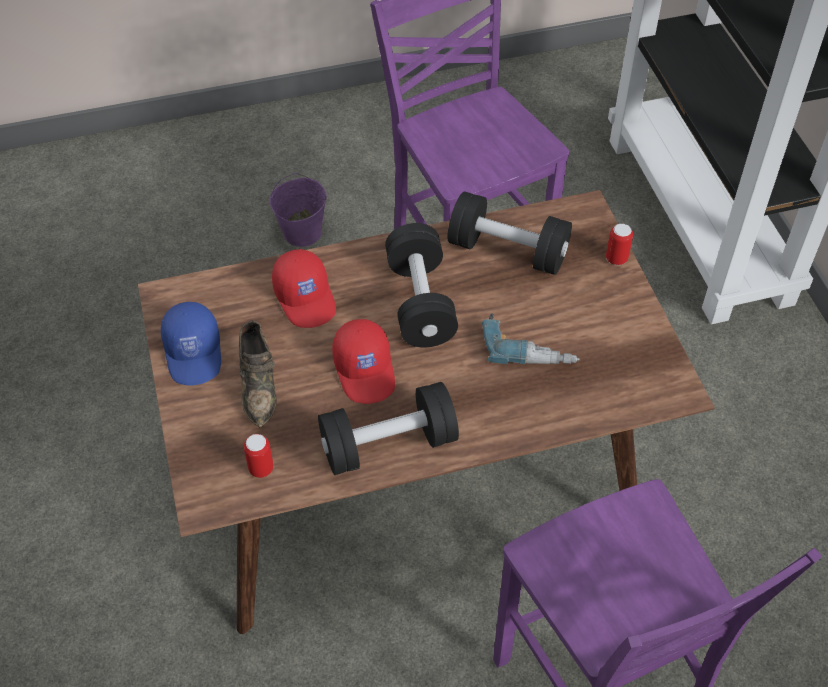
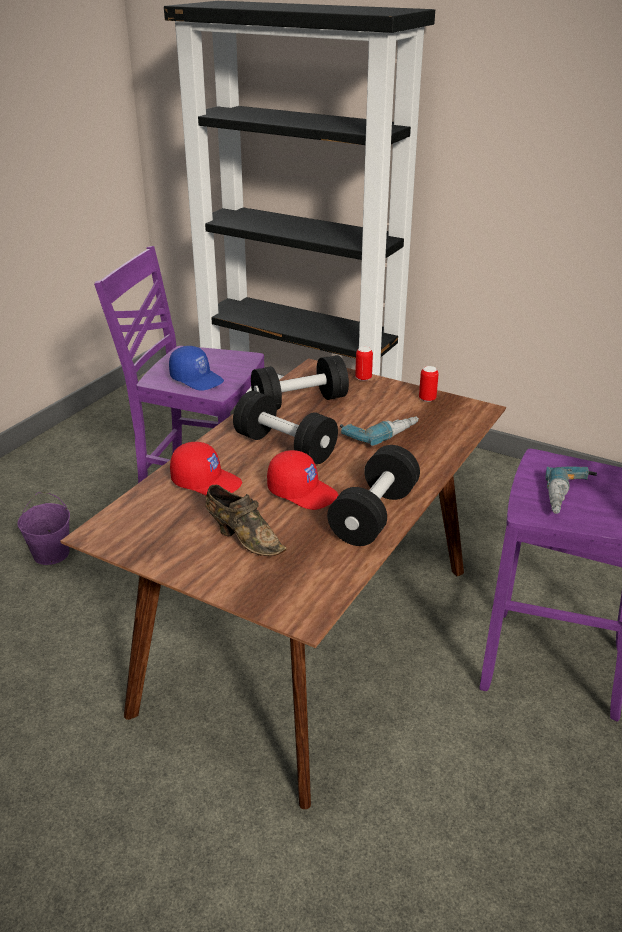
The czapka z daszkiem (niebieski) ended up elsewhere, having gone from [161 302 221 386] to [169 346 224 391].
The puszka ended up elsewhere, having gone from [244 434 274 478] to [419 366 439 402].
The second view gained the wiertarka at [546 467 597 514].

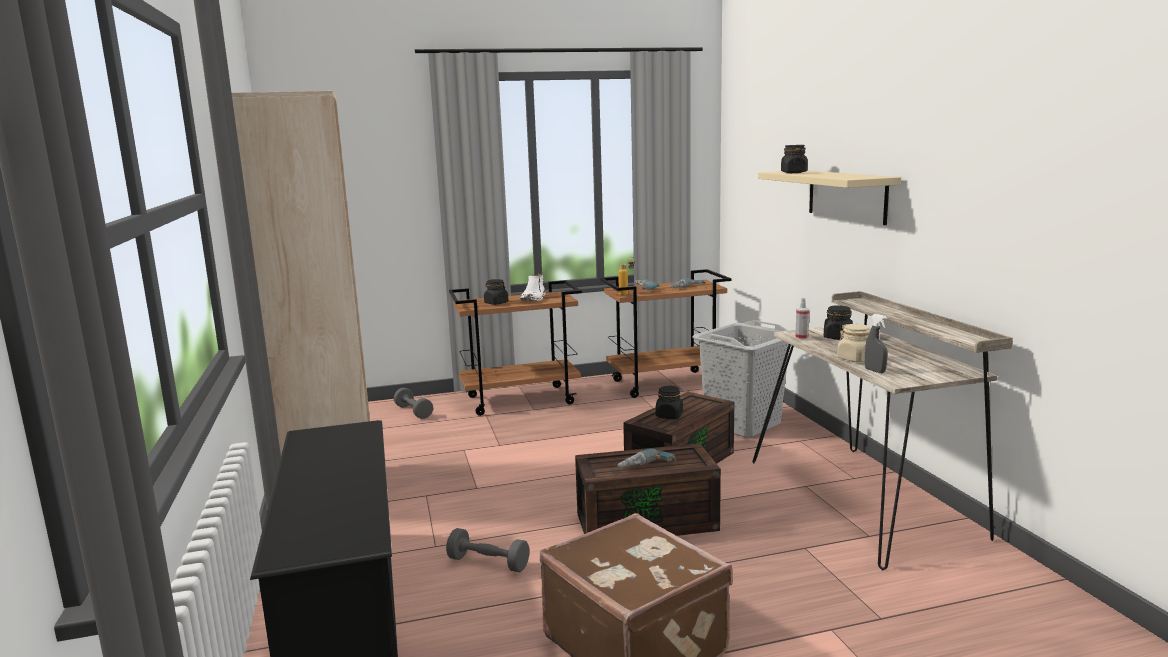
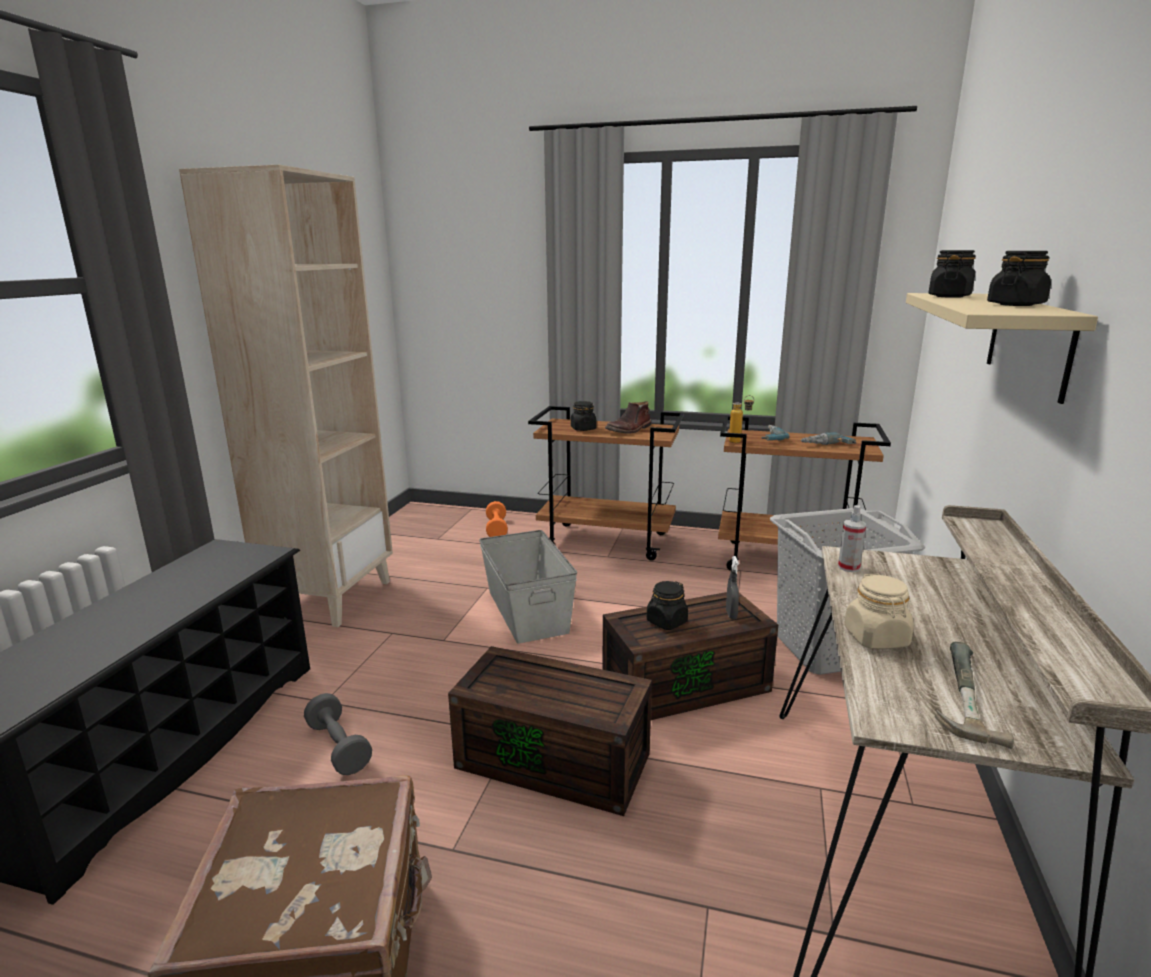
The second view gained the pojemnik do przechowywania (szary) at [479 530 577 644].
What was the hantel (szary) at [394 388 433 419] turned into the hantel (pomarańczowy) at [486 501 508 537].
What was the but z cholewką (biały) at [520 274 546 301] turned into the but z cholewką (brązowy) at [605 401 652 434].
The spryskiwacz (szary) ended up elsewhere, having gone from [865 314 888 373] to [726 556 739 619].
The second view gained the młotek at [935 642 1014 749].
The słoik (czarny) ended up elsewhere, having gone from [824 306 853 340] to [987 251 1051 306].
The second view lost the wiertarka at [617 448 677 468].

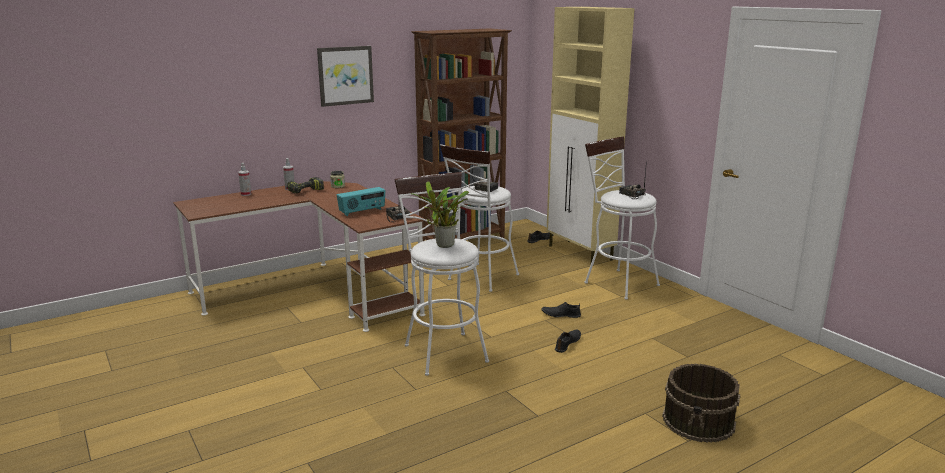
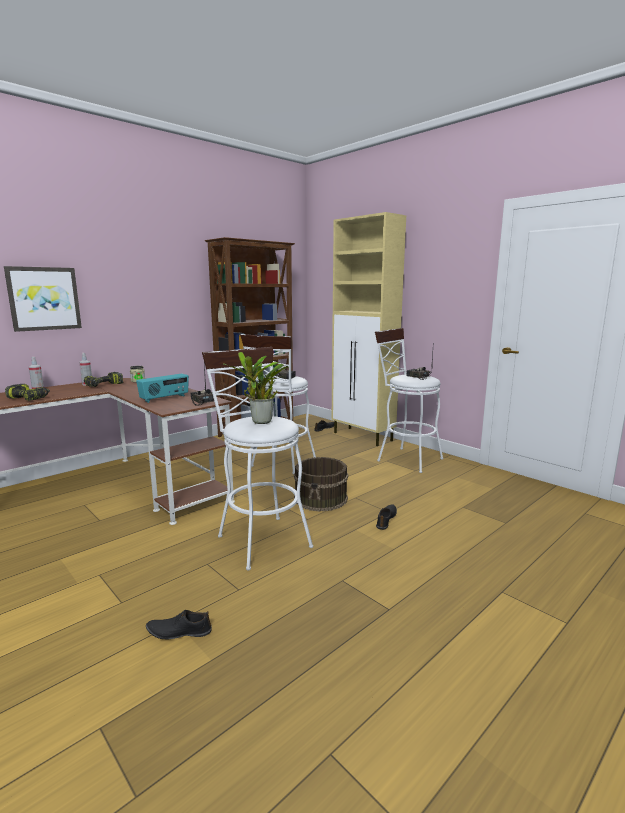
The obraz ended up elsewhere, having gone from [317 46 374 107] to [4 266 82 332].
The second view gained the wiertarka at [5 384 50 401].
The but (czarny) ended up elsewhere, having gone from [541 302 581 318] to [146 610 212 640].
The wiadro (brązowy) ended up elsewhere, having gone from [662 364 740 443] to [294 457 348 512].

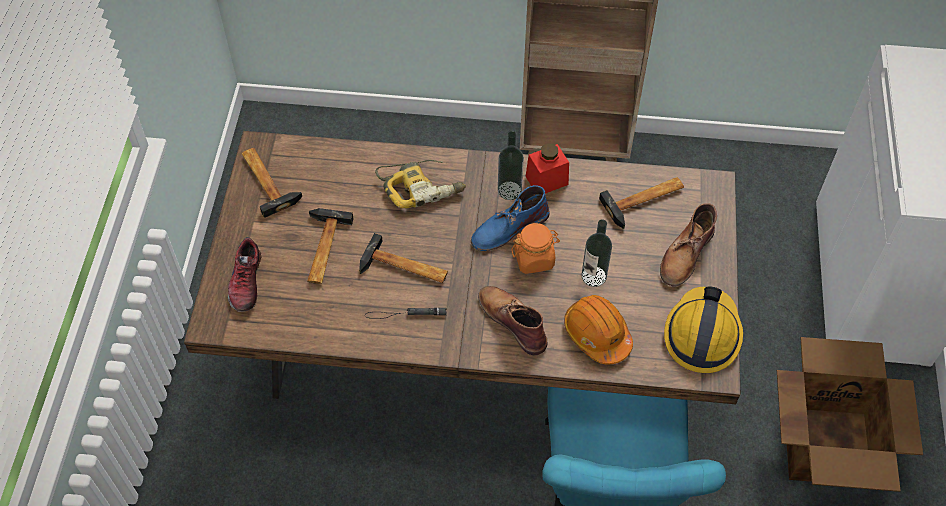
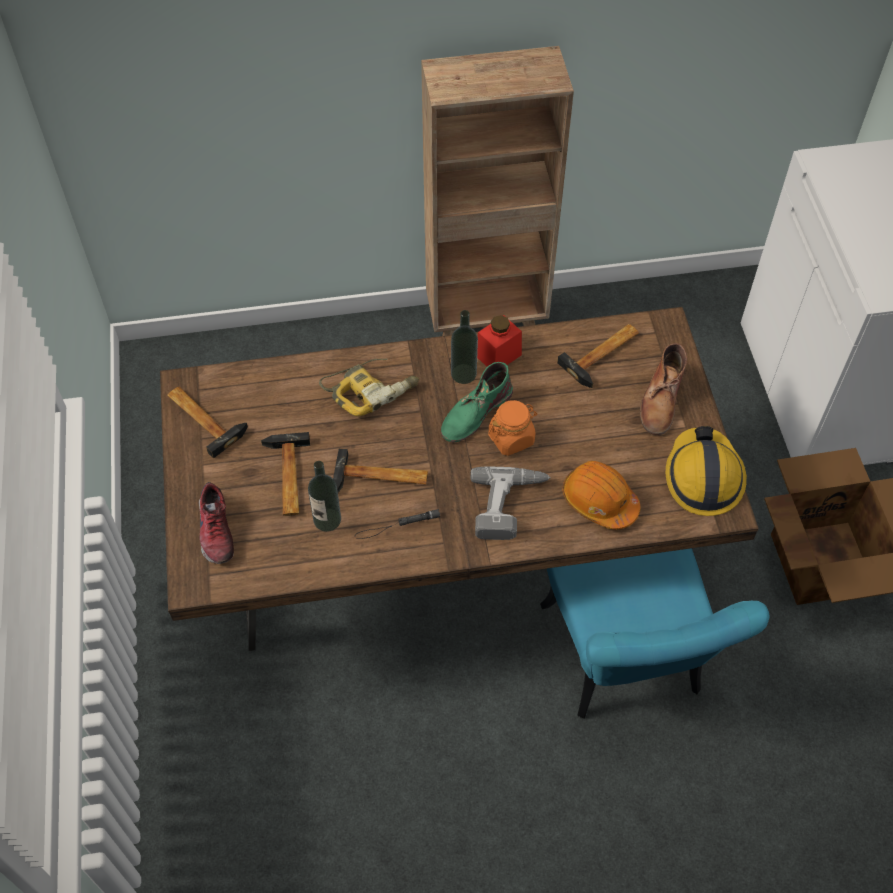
The butelka ended up elsewhere, having gone from [581 219 612 287] to [308 461 341 532].
What was the but z cholewką (niebieski) at [471 185 549 251] turned into the but z cholewką (zielony) at [441 362 513 442].
Where the but z cholewką (brązowy) stood at [478 286 547 355], the wiertarka came to stand at [470 466 550 540].

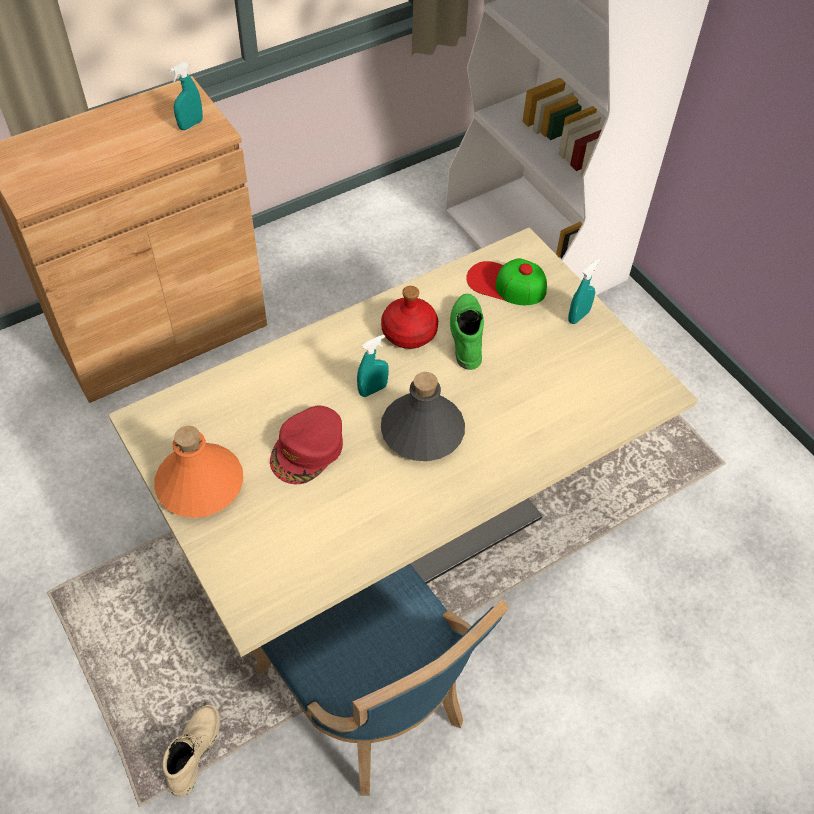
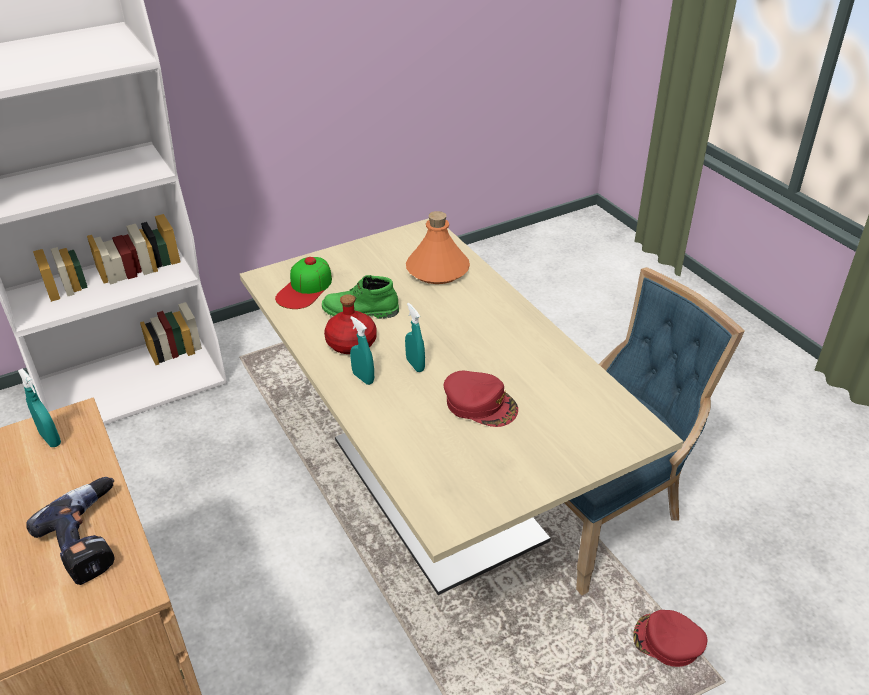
The second view gained the wiertarka at [26 477 115 585].
The spryskiwacz (turkusowy) ended up elsewhere, having gone from [568 259 600 324] to [350 316 374 385].
The butelka (pomarańczowy) ended up elsewhere, having gone from [154 426 243 518] to [406 211 470 284].
Where the but z cholewką (beżowy) stood at [162 705 220 797], the czapka z daszkiem (czerwony) came to stand at [633 610 707 667].
The second view lost the butelka (szary) at [381 372 465 461].

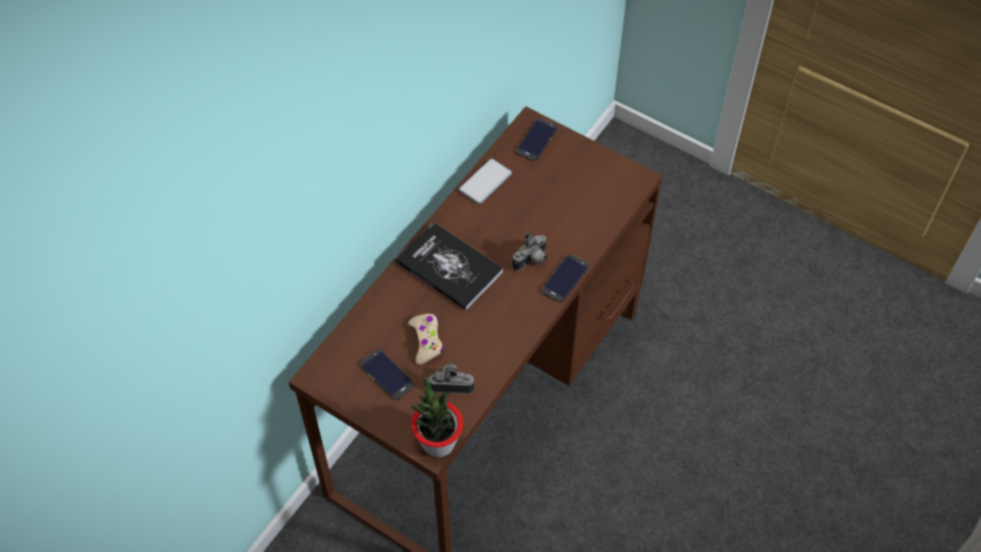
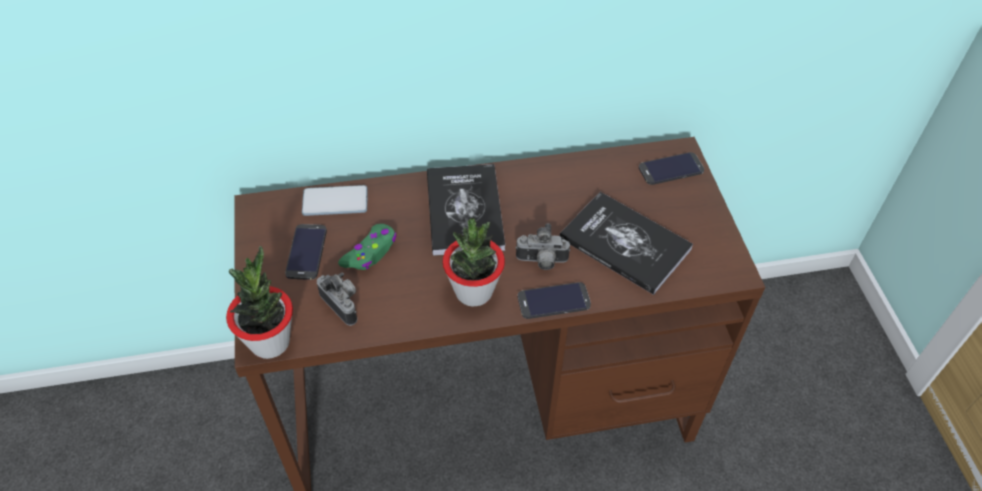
The telefon ended up elsewhere, having gone from [459 159 512 204] to [302 185 368 216].
What was the pad do gier (beżowy) at [408 314 443 365] turned into the pad do gier (zielony) at [338 224 397 270].
The second view gained the roślina doniczkowa at [442 218 505 307].
The second view gained the książka at [559 192 693 295].

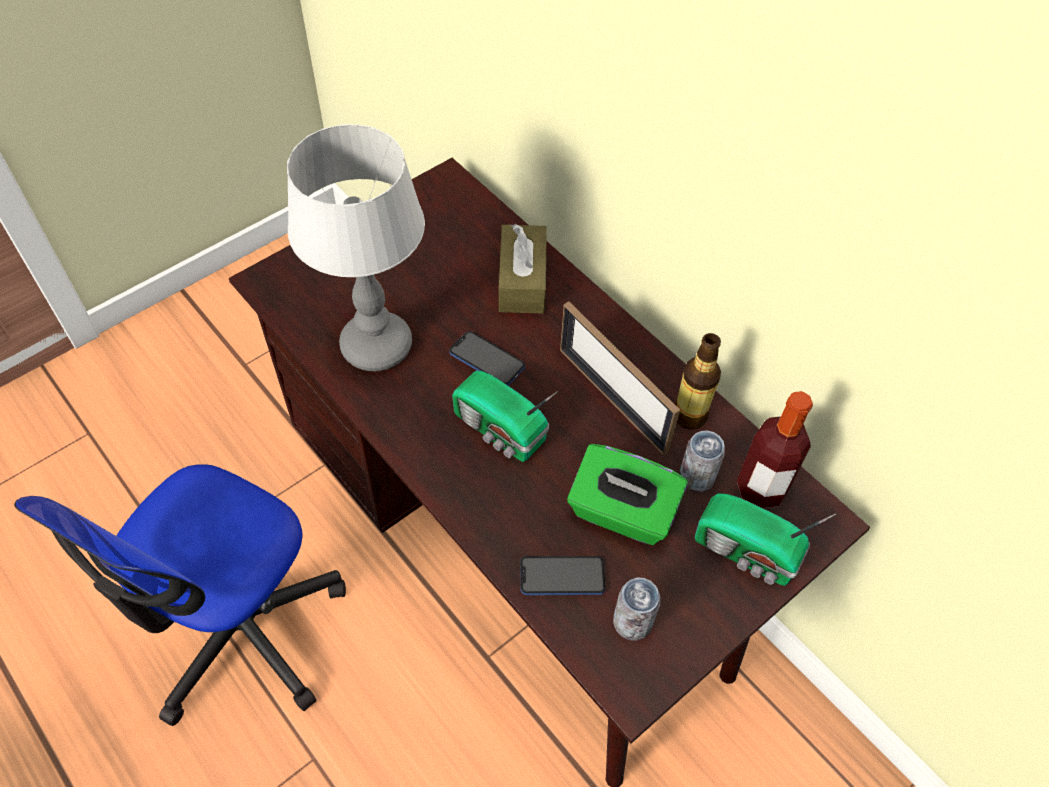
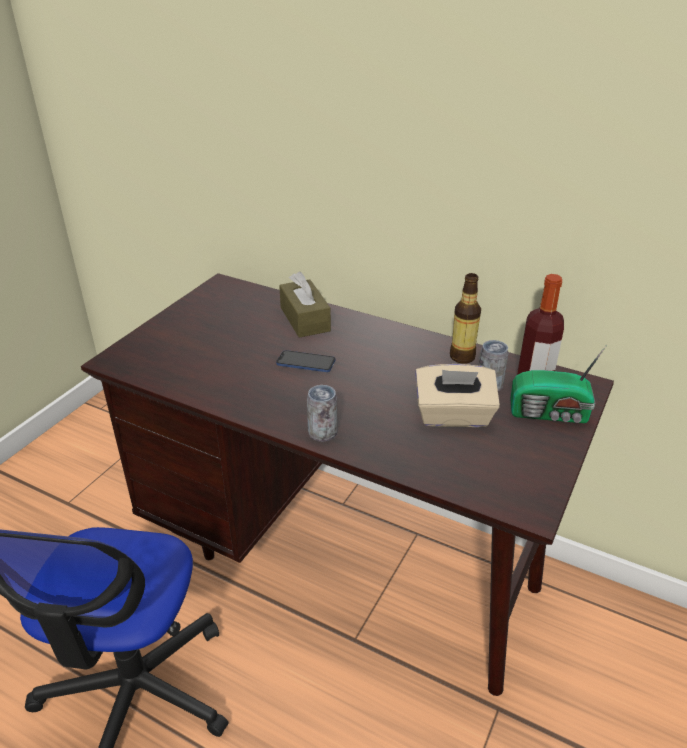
The puszka ended up elsewhere, having gone from [613 578 660 641] to [307 385 337 442].
What was the pudełko chusteczek (zielony) at [567 444 688 545] turned into the pudełko chusteczek (beżowy) at [415 364 500 427].
The second view lost the lampa stołowa at [287 124 425 371].
The second view lost the radio at [452 371 558 462].
The second view lost the telefon at [520 556 606 595].
The second view lost the ramka na zdjęcie at [560 301 680 455].

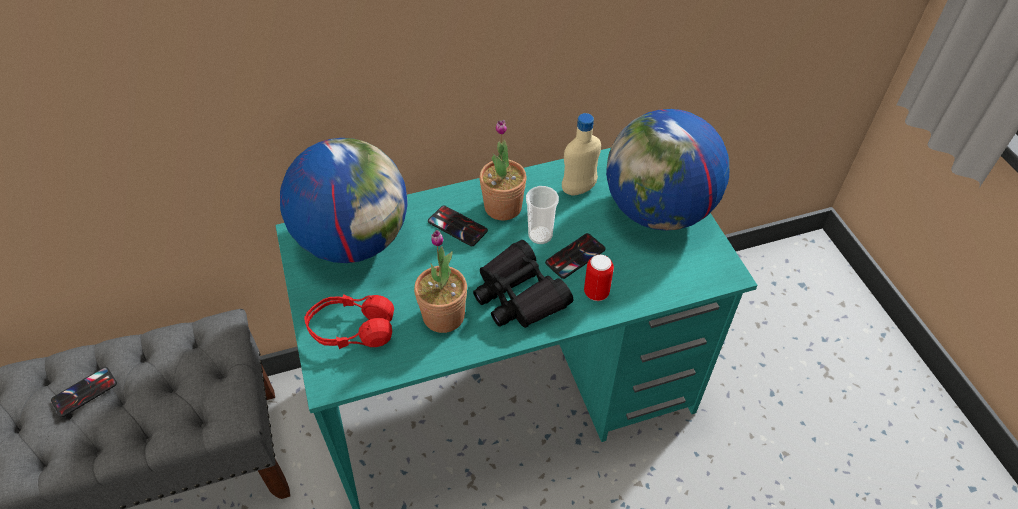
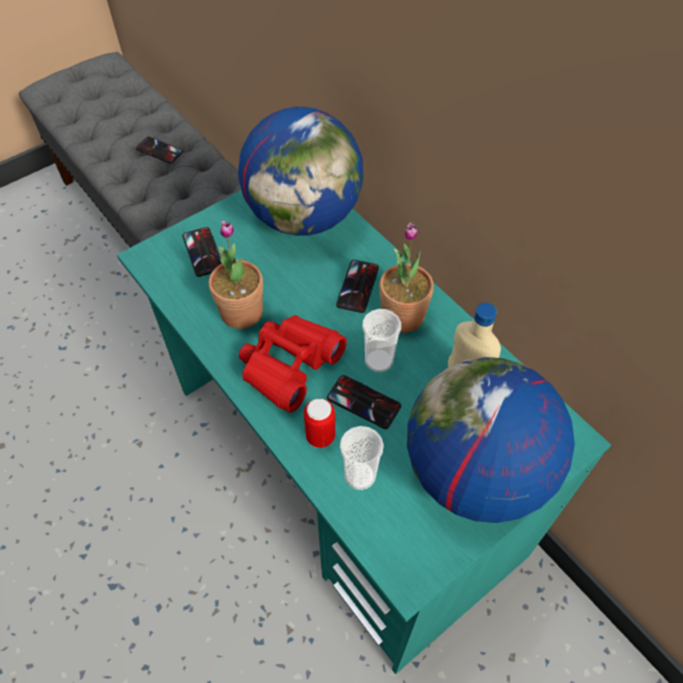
Where the słuchawki (czerwony) stood at [304 294 394 350], the telefon came to stand at [182 227 222 277].
What was the lornetka (czarny) at [473 240 573 328] turned into the lornetka (czerwony) at [239 315 347 413].
The second view gained the filiżanka at [340 426 384 490].

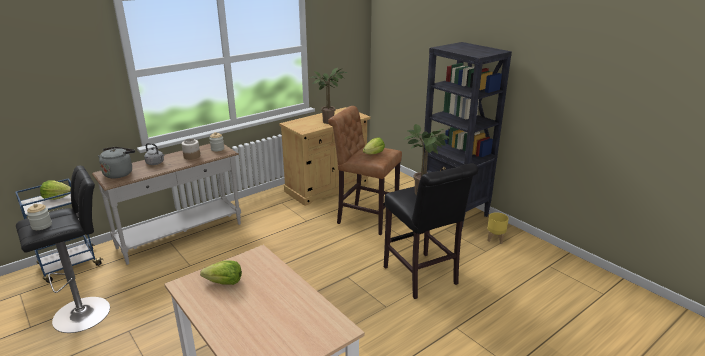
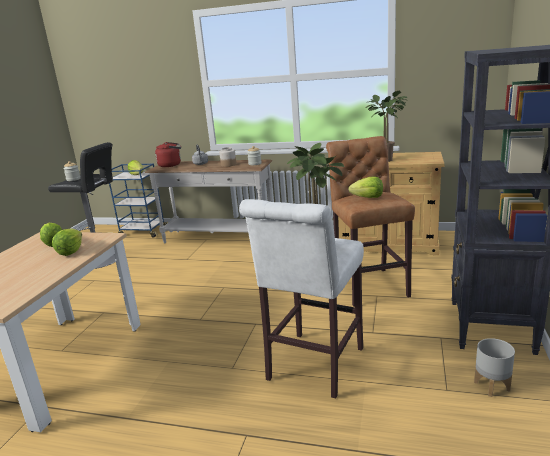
The second view gained the sałata at [52 228 82 256].
What was the czajnik (szary) at [98 147 135 179] turned into the czajnik (czerwony) at [155 142 181 167].
What was the stołek (czarny) at [384 163 478 299] turned into the stołek (biały) at [239 199 364 399].
What was the donica (żółty) at [487 212 509 244] turned into the donica (szary) at [474 338 515 397].

